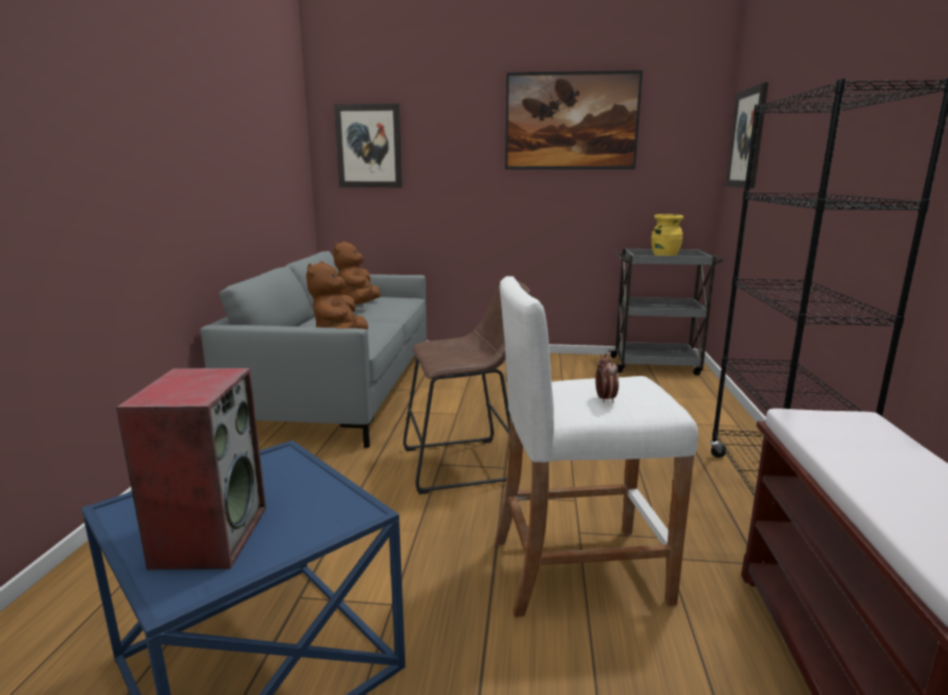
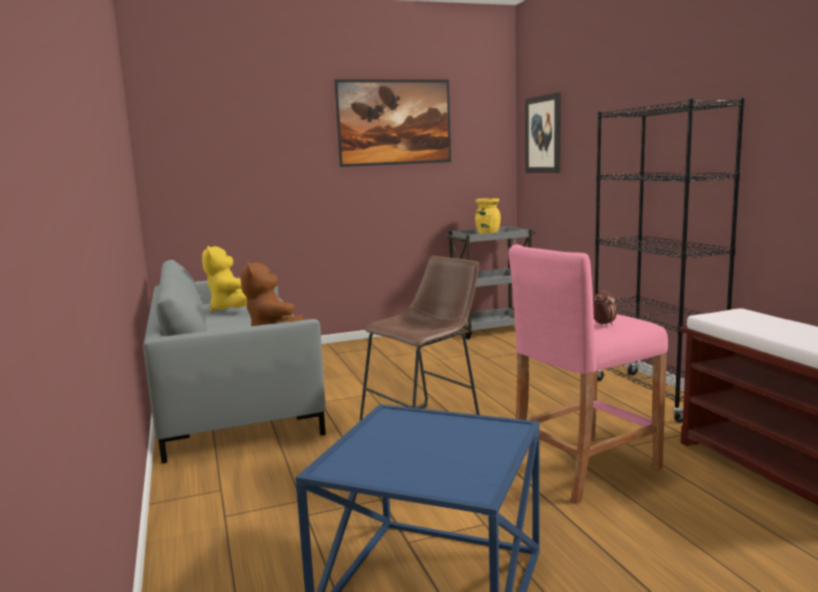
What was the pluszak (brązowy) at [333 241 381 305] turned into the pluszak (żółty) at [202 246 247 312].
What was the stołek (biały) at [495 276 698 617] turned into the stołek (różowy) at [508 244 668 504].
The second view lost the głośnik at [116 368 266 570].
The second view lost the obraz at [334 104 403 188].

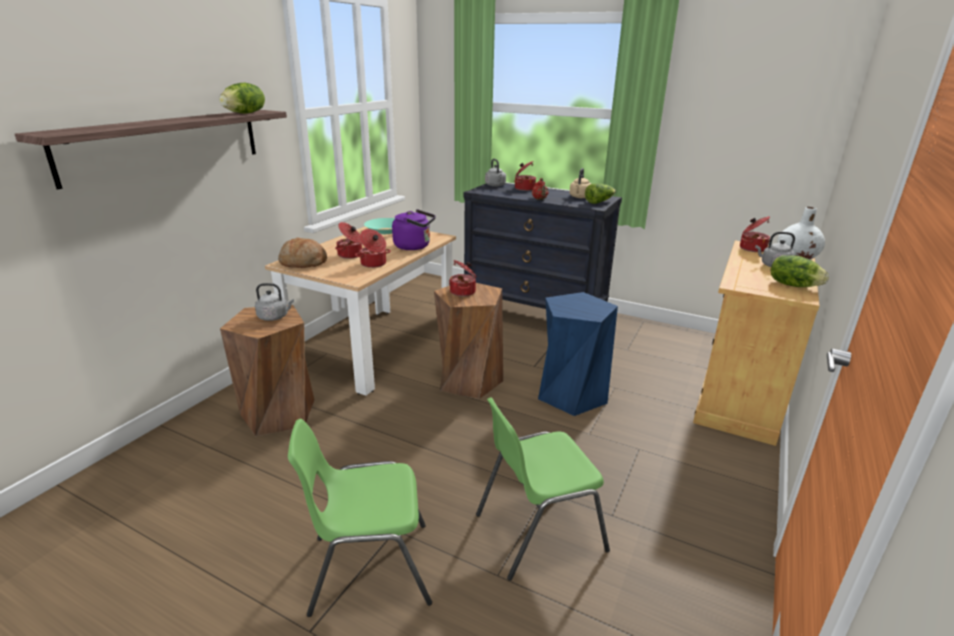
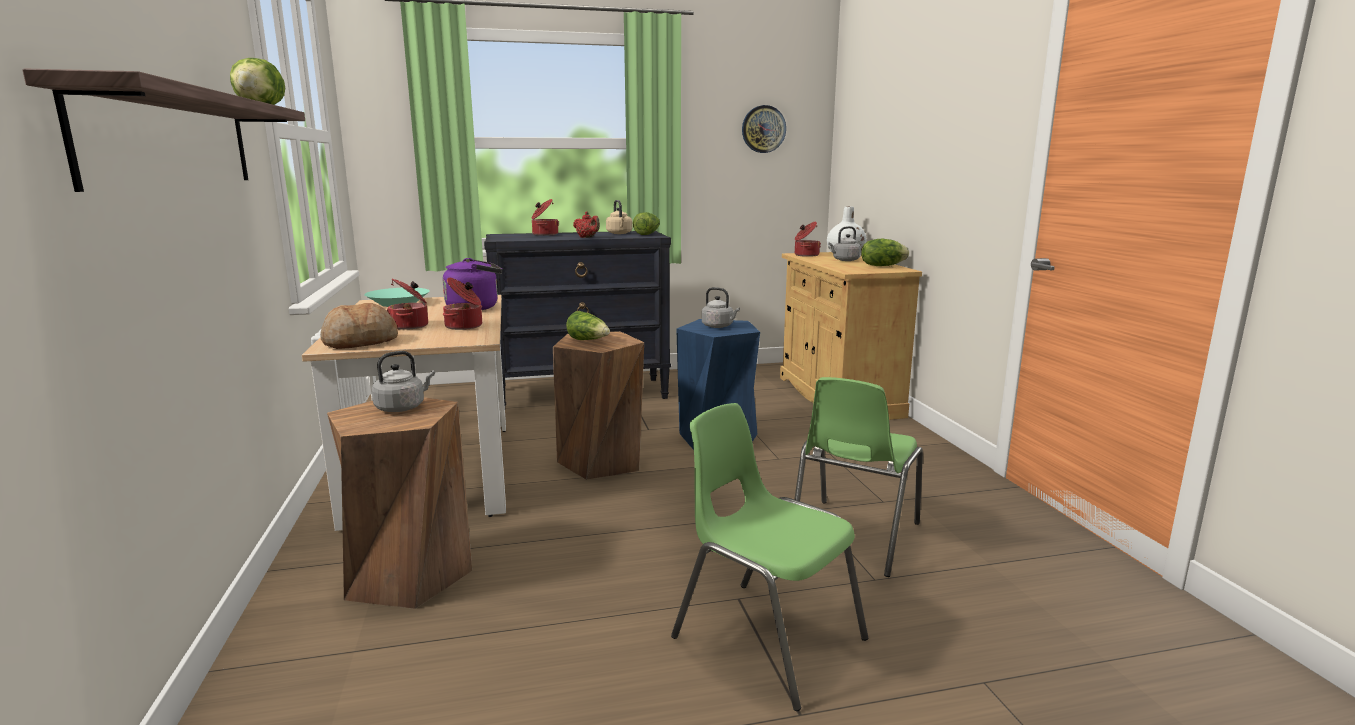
Where the garnek stood at [449 260 477 297], the sałata came to stand at [566 311 610 340].
The krzesło (zielony) at [288 419 432 617] ended up facing another way, 90 degrees clockwise from before.
The czajnik (szary) ended up elsewhere, having gone from [485 159 506 187] to [702 287 740 328].
The second view gained the zegar ścienny at [742 105 786 153].

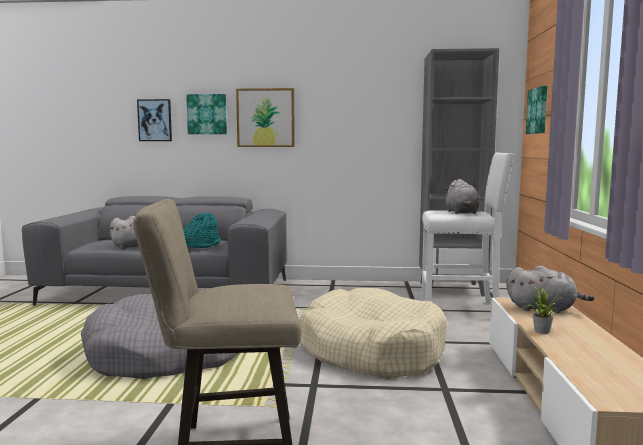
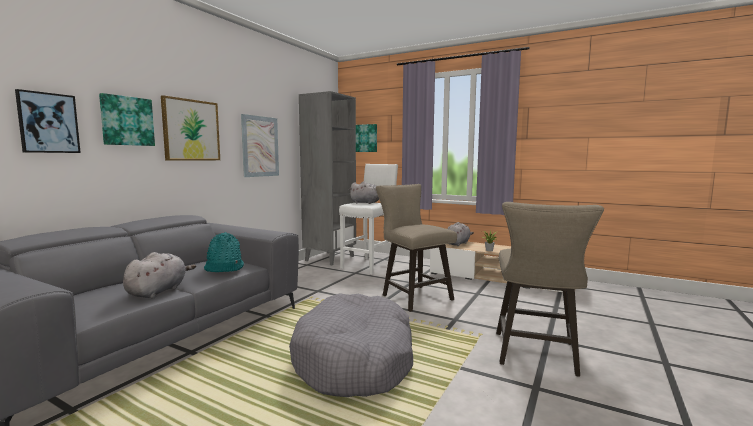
The second view gained the obraz at [241 114 279 177].
Where the legowisko (beżowy) stood at [299 288 447 379], the stołek (beżowy) came to stand at [376 184 457 312].

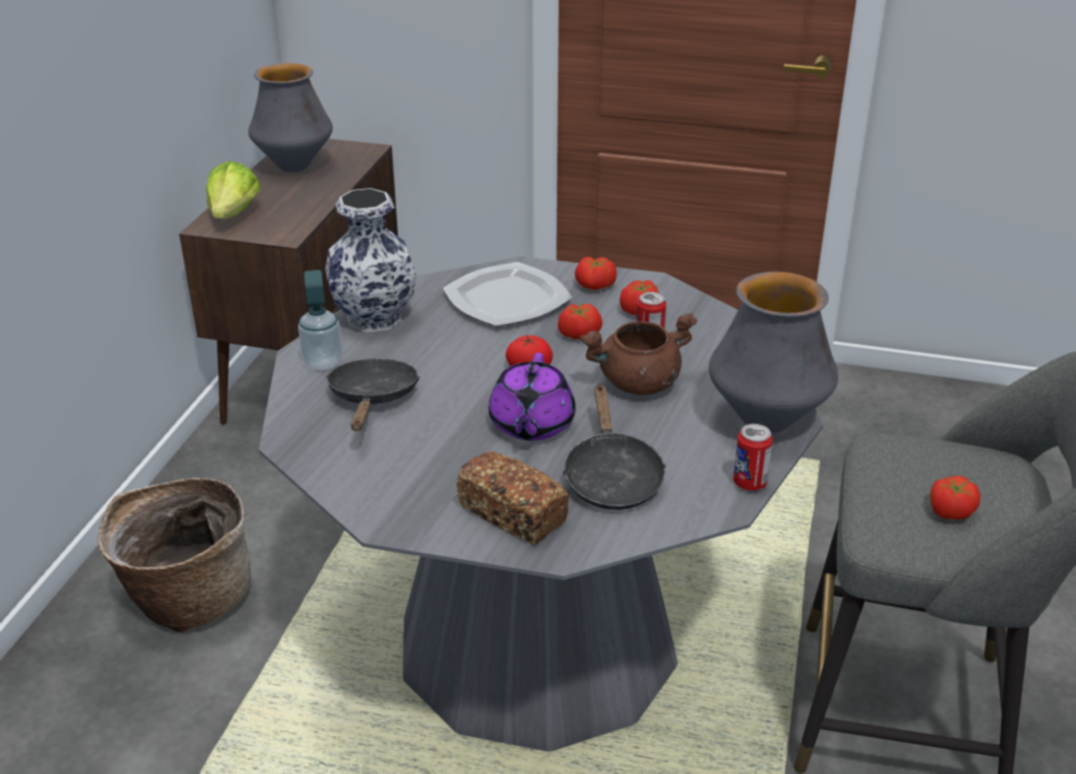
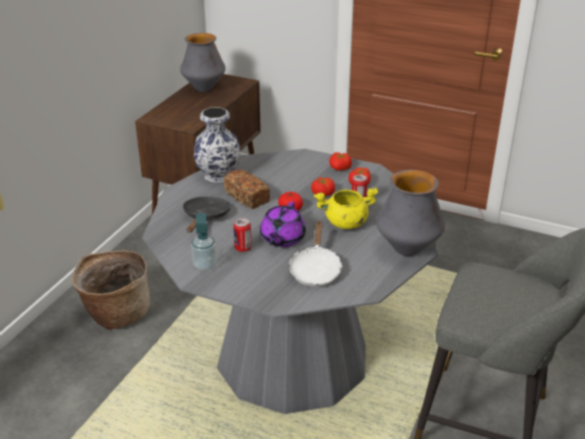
The dozownik mydła ended up elsewhere, having gone from [298 270 342 370] to [191 213 217 271].
The chleb ended up elsewhere, having gone from [456 452 569 544] to [224 170 270 209].
The puszka ended up elsewhere, having gone from [733 424 773 491] to [234 218 252 252].
What was the patelnia (czarny) at [563 384 666 510] turned into the patelnia (biały) at [288 221 343 287].
What was the garnek (brązowy) at [580 313 697 395] turned into the garnek (żółty) at [314 188 378 229].
The second view lost the sałata at [206 161 261 219].
The second view lost the talerz at [443 262 573 326].
The second view lost the pomidor at [930 476 980 520].

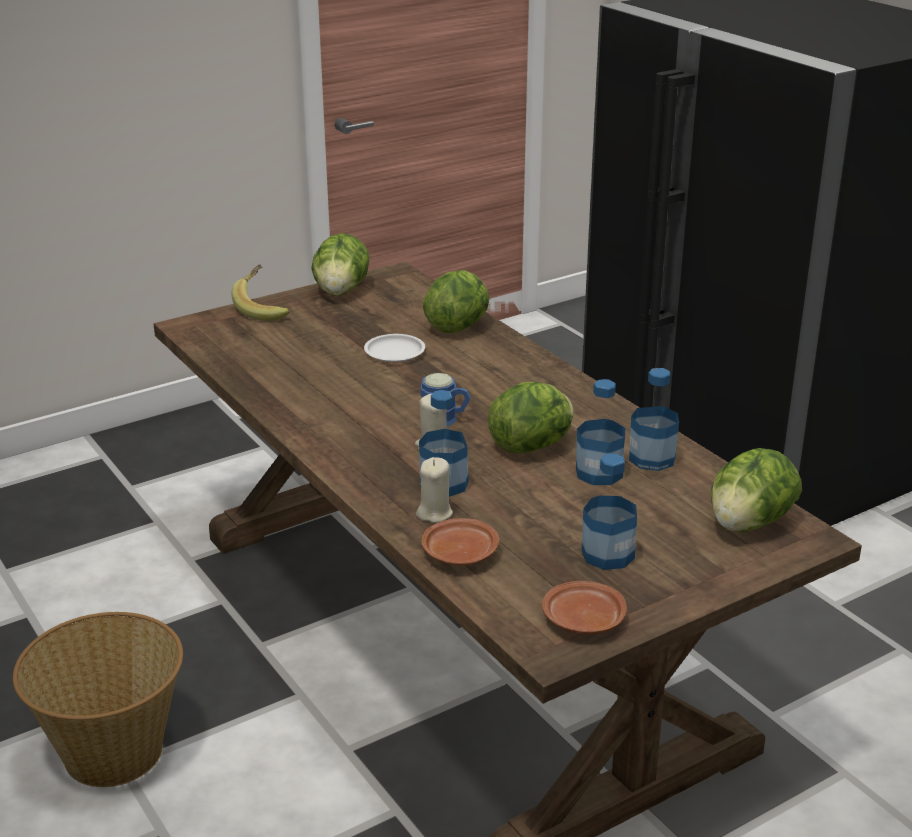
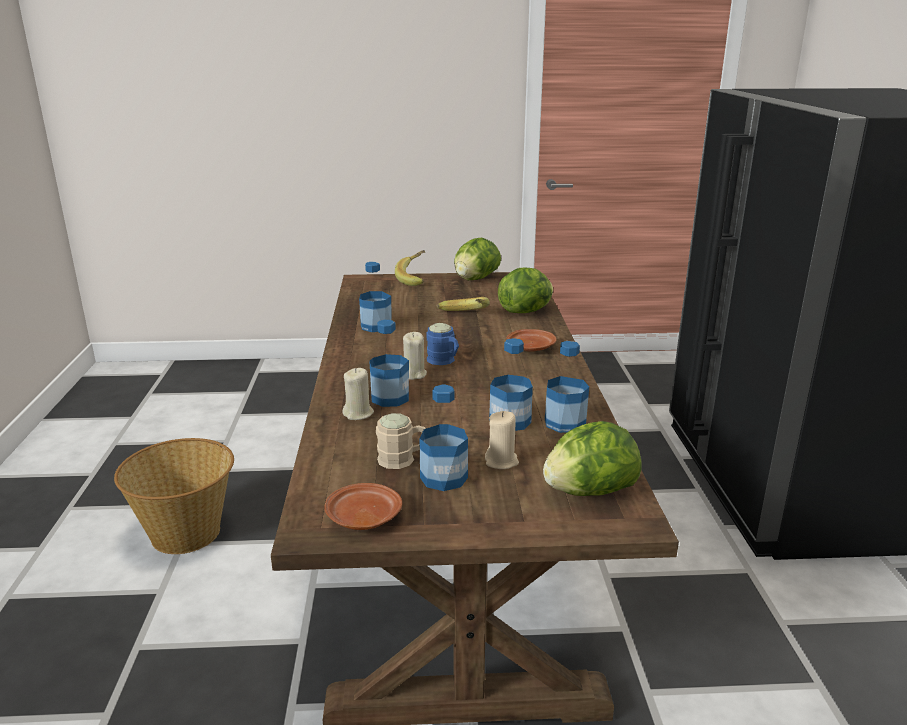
The second view gained the butelka at [359 262 392 332].
The second view gained the kubek (beżowy) at [376 413 426 469].
Where the talerz (biały) stood at [364 334 425 362], the banan came to stand at [437 297 490 311].
The second view gained the świeca (beżowy) at [485 411 519 469].
The talerz (brązowy) ended up elsewhere, having gone from [422 518 499 565] to [507 329 556 352].
The second view lost the sałata at [488 382 574 453].

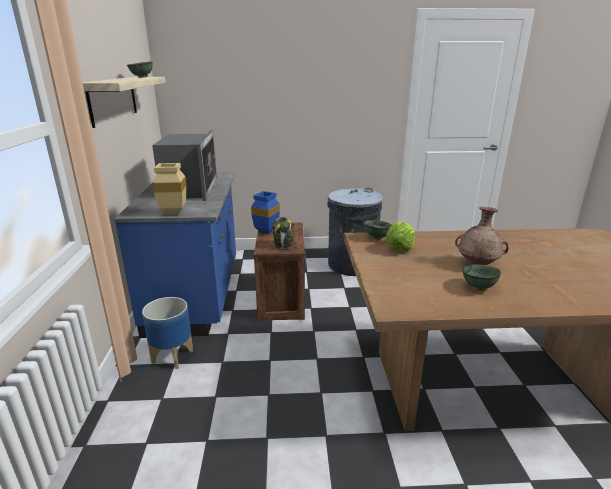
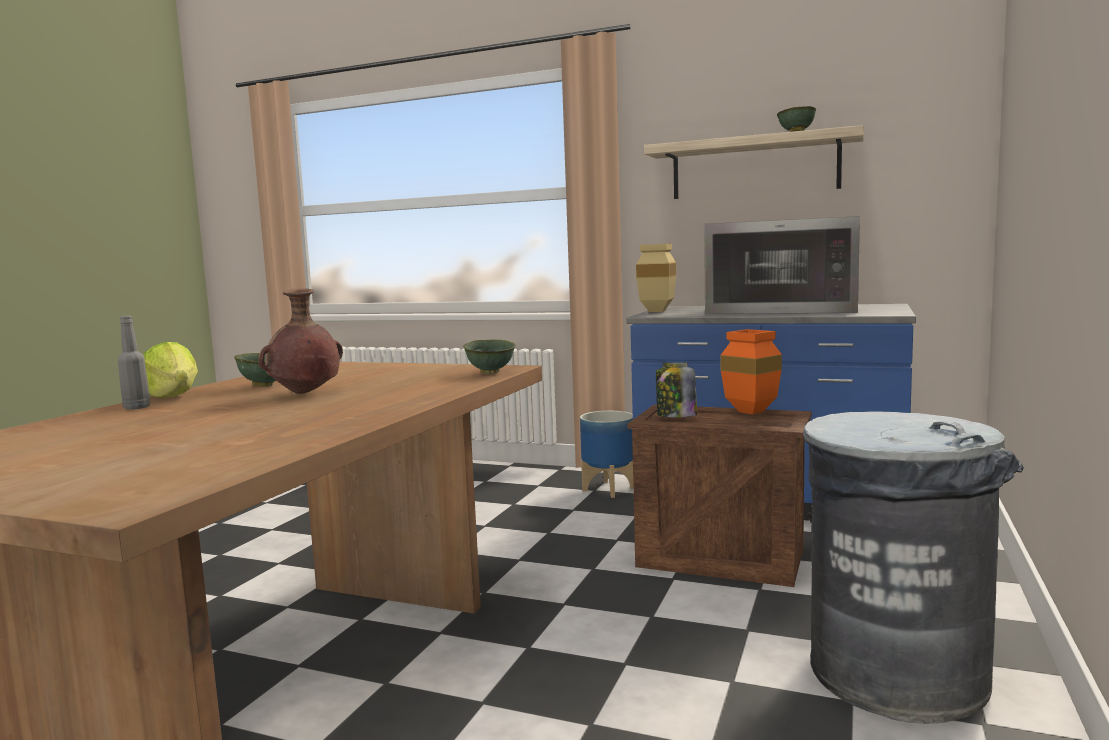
The second view gained the butelka (szary) at [118 316 150 410].
The sałata ended up elsewhere, having gone from [386 222 415 251] to [143 342 198 399].
What was the wazon (niebieski) at [251 191 280 234] turned into the wazon (pomarańczowy) at [721 329 782 414].

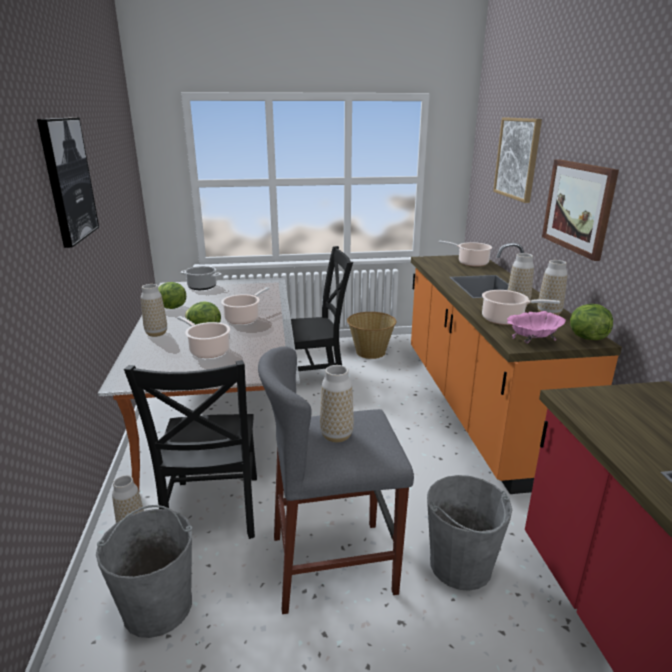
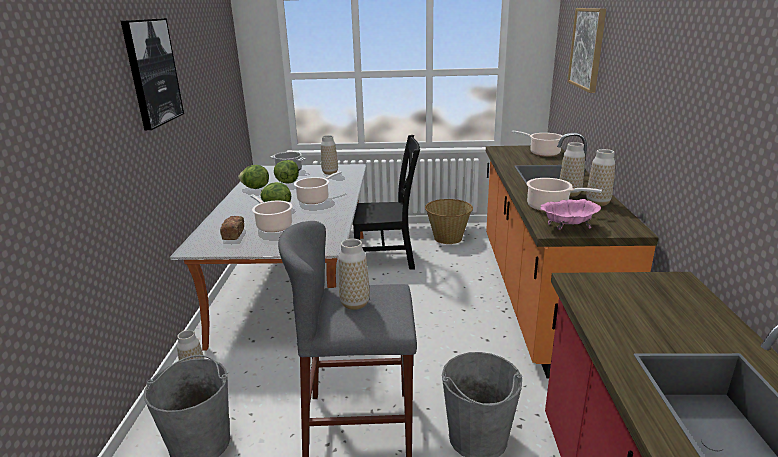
The second view gained the chleb at [220 216 244 240].
The sałata ended up elsewhere, having gone from [570 304 613 340] to [274 160 299 184].
The wazon ended up elsewhere, having gone from [141 284 167 337] to [321 135 338 175].
The second view lost the krzesło (czarny) at [124 360 257 539].
The second view lost the obraz at [542 159 619 261].

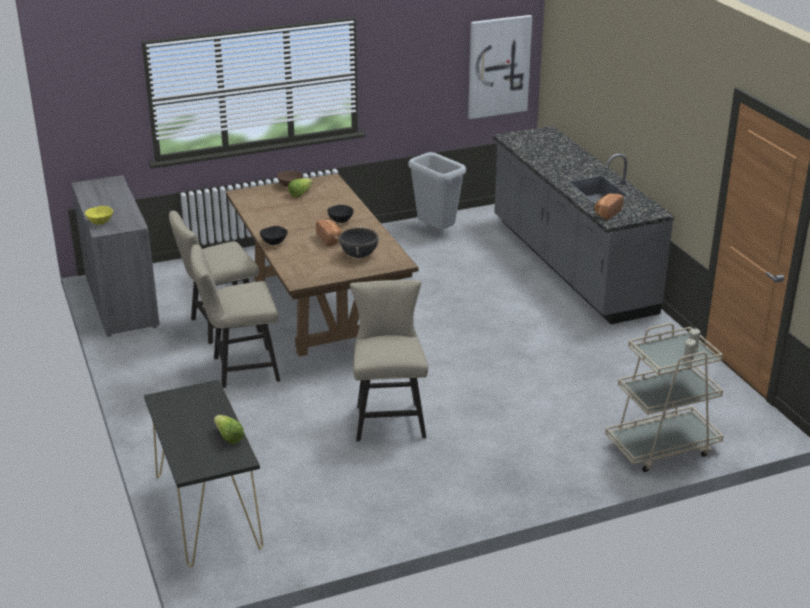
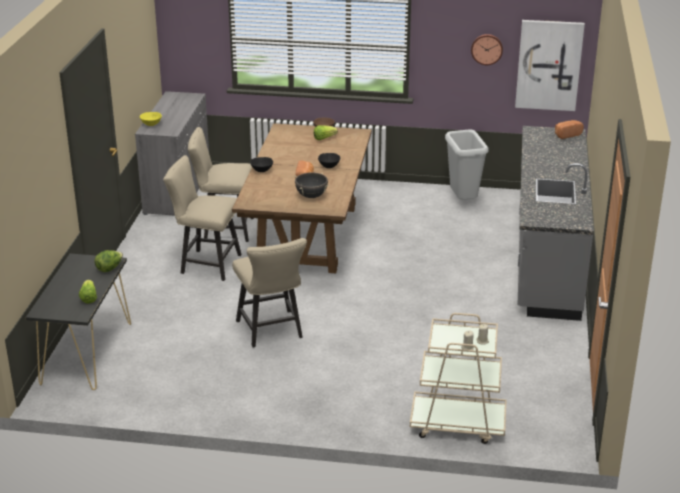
The second view gained the sałata at [94 250 123 272].
The krzesło (beżowy) at [350 280 428 441] ended up facing another way, 135 degrees clockwise from before.
The second view gained the zegar ścienny at [471 34 503 65].
The chleb ended up elsewhere, having gone from [595 194 624 219] to [555 120 583 139].

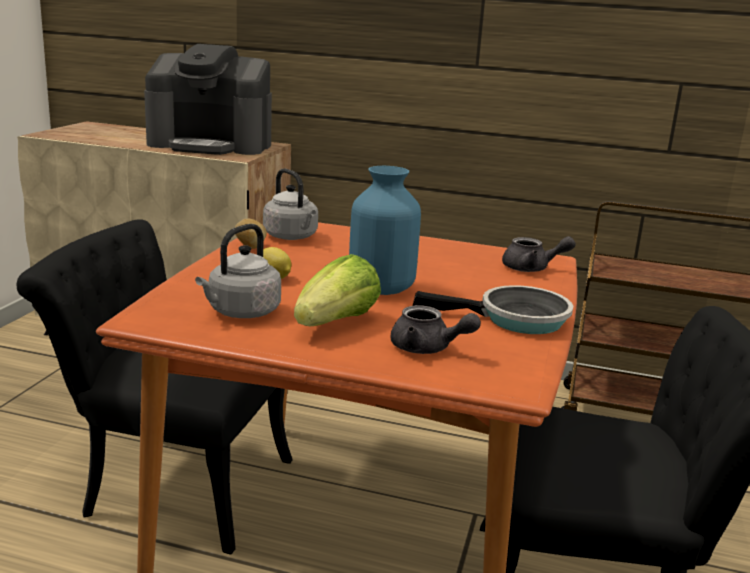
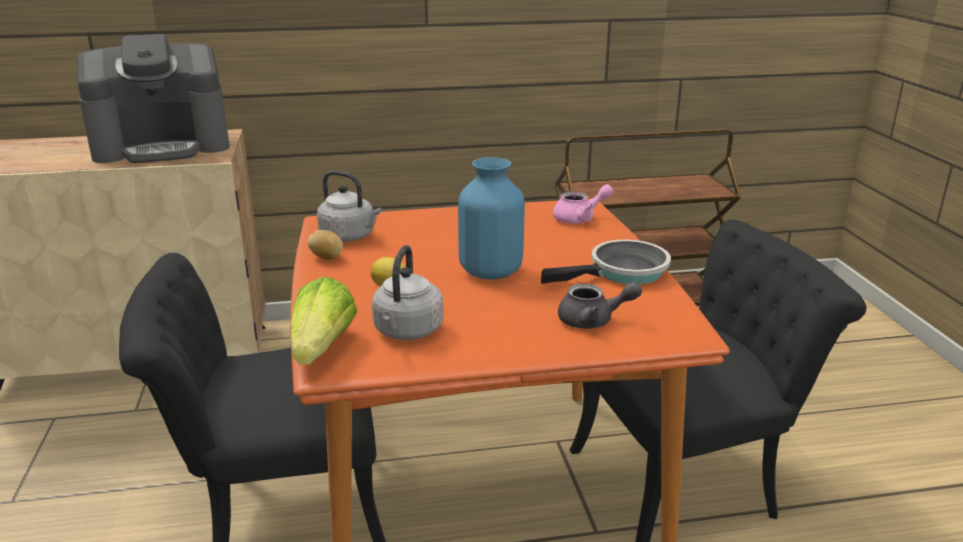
The sałata ended up elsewhere, having gone from [294 254 381 326] to [290 277 357 365].
What was the imbryk (szary) at [502 236 576 272] turned into the imbryk (różowy) at [553 184 613 224].

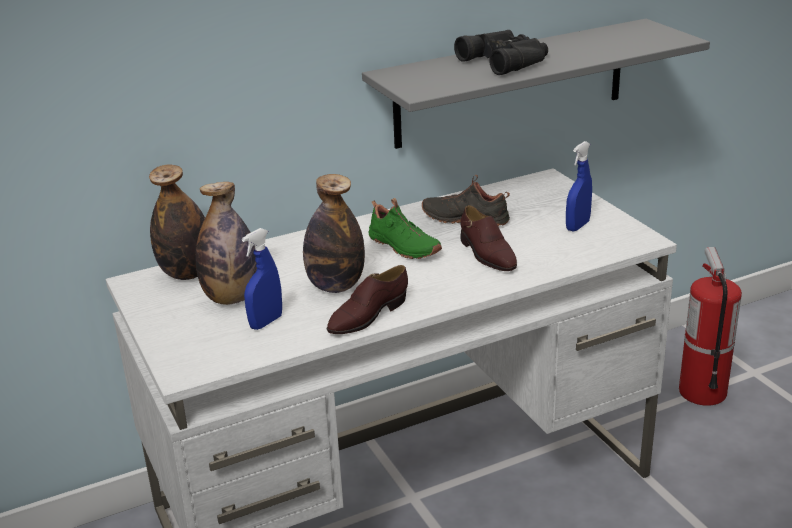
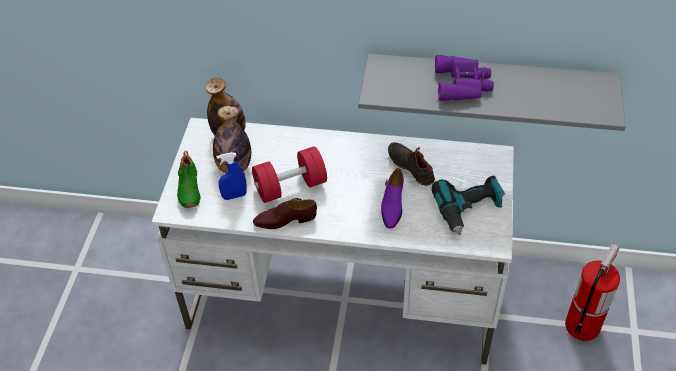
The but (zielony) ended up elsewhere, having gone from [368 198 442 259] to [177 151 201 208].
Where the butelka stood at [303 174 365 293], the hantel (czerwony) came to stand at [252 146 327 203].
What was the but (brązowy) at [460 205 517 271] turned into the but (fioletowy) at [381 168 404 228].
Where the spryskiwacz (niebieski) stood at [566 141 592 232], the wiertarka came to stand at [432 176 505 235].
What was the lornetka (czarny) at [454 30 548 75] turned into the lornetka (fioletowy) at [435 55 494 101].

